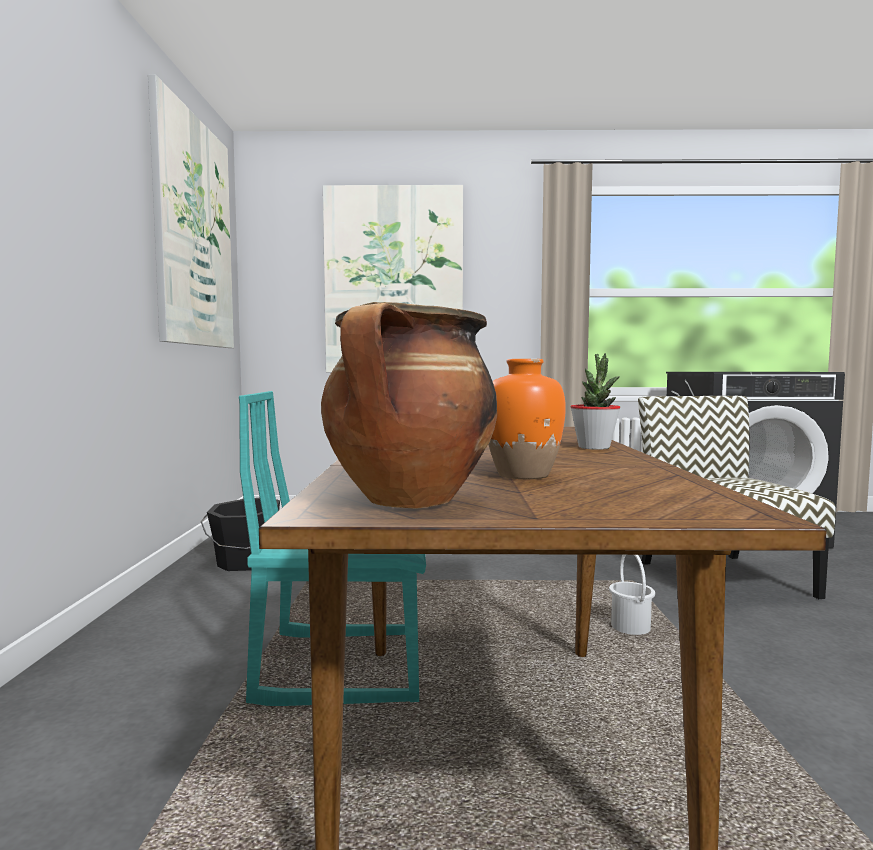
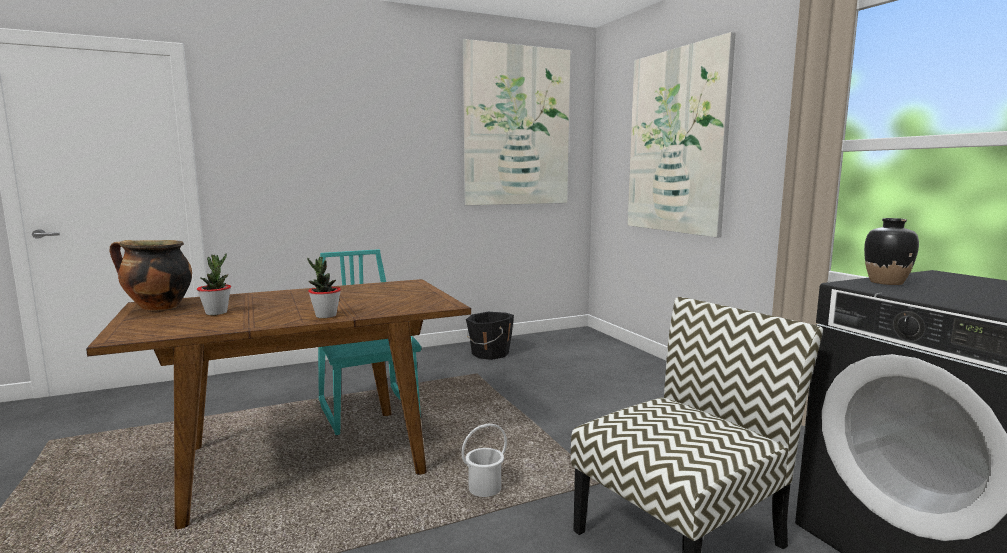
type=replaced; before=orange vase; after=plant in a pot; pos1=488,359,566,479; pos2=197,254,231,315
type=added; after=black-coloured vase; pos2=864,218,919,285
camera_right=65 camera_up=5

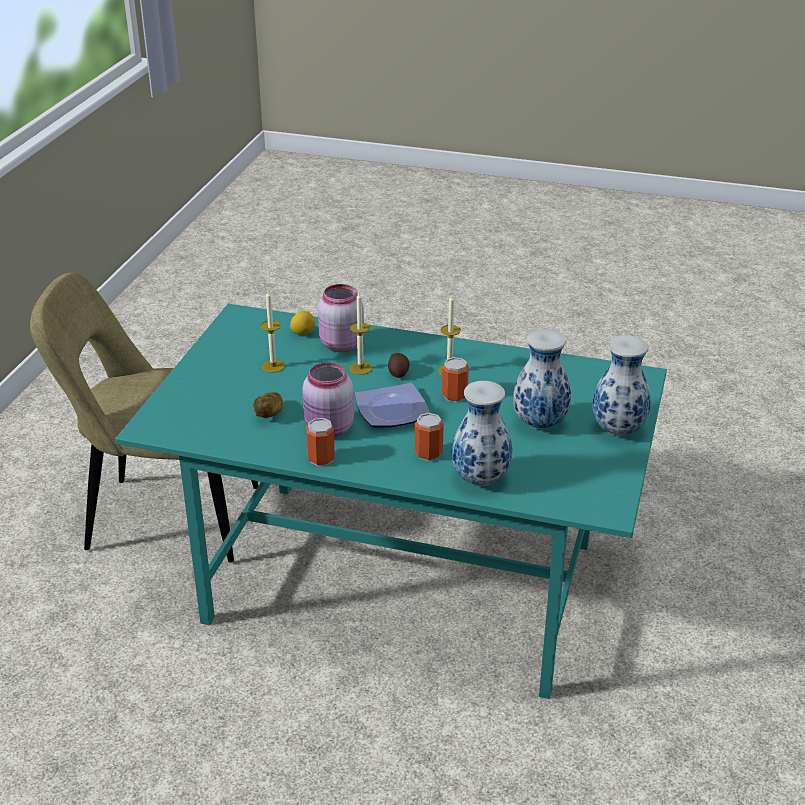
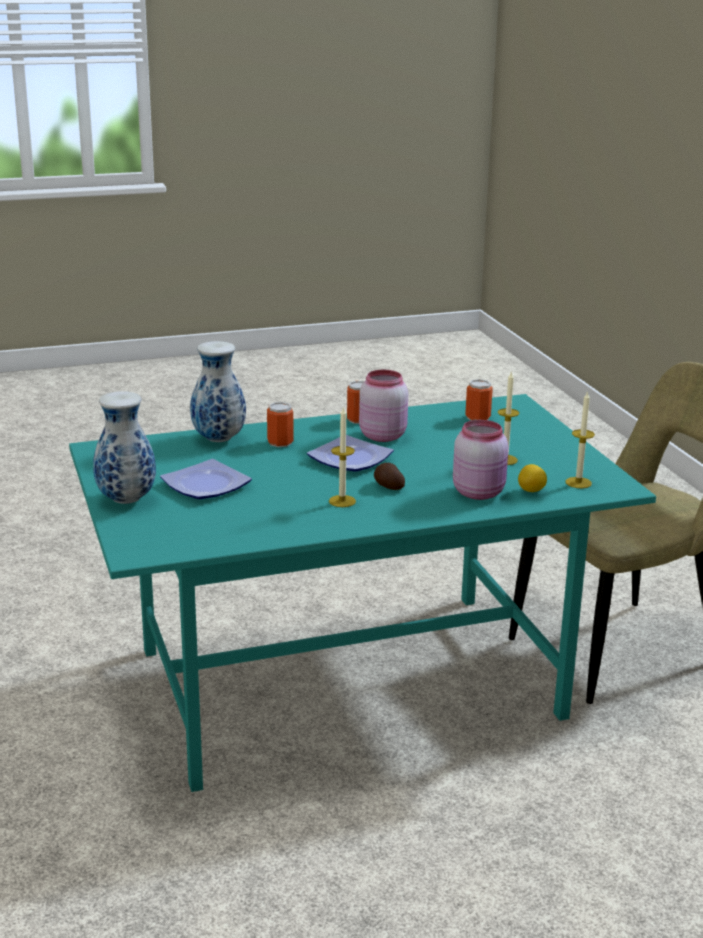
type=moved; before=candle; pos1=349,293,372,375; pos2=565,391,595,488
type=replaced; before=vase; after=dinner plate; pos1=513,329,571,429; pos2=160,459,252,499
type=moved; before=can; pos1=442,357,469,402; pos2=465,379,493,421
type=removed; before=potato; pos1=253,392,283,418
camera_right=145 camera_up=-10

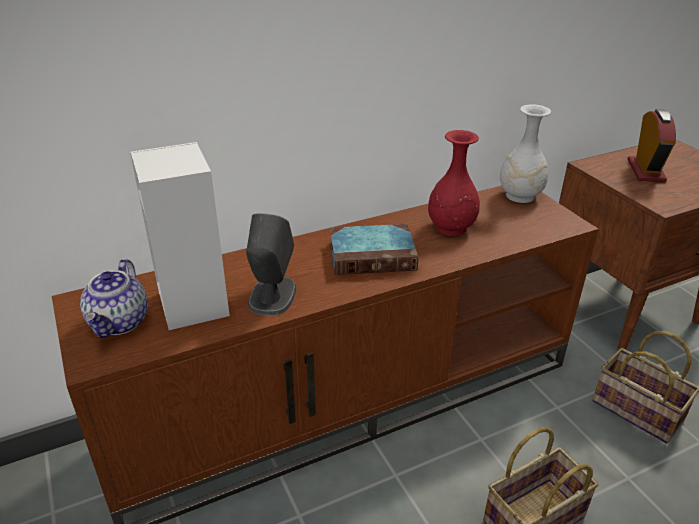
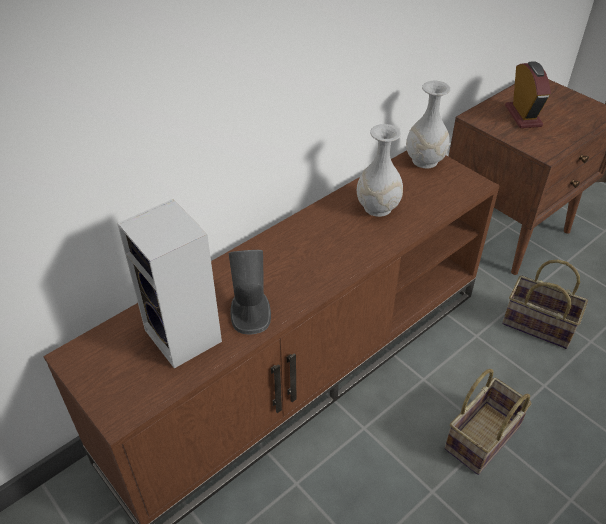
type=recoloured; before=red vase; after=white vase; pos1=428,130,480,236; pos2=357,124,403,217
type=removed; before=book; pos1=330,224,419,275
type=removed; before=teapot; pos1=80,259,148,338
camera_right=-15 camera_up=10

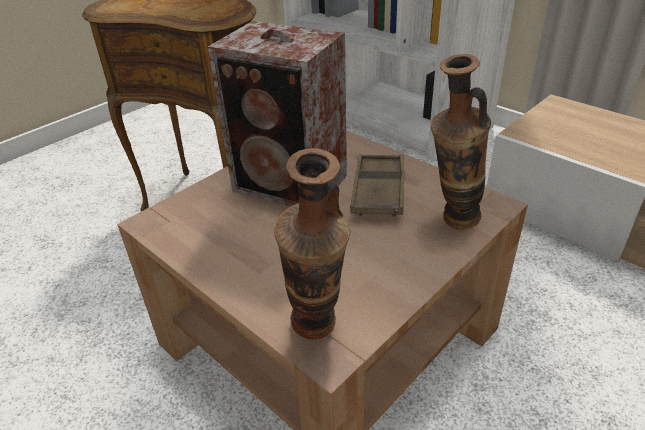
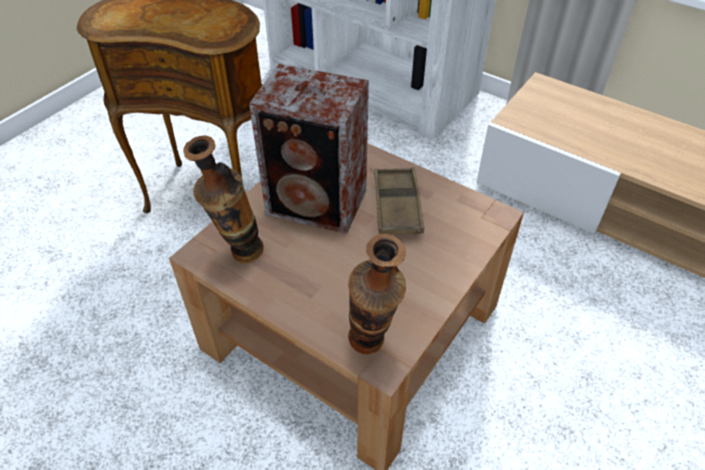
type=moved; before=vase; pos1=431,54,491,230; pos2=183,135,264,263
camera_right=-10 camera_up=10

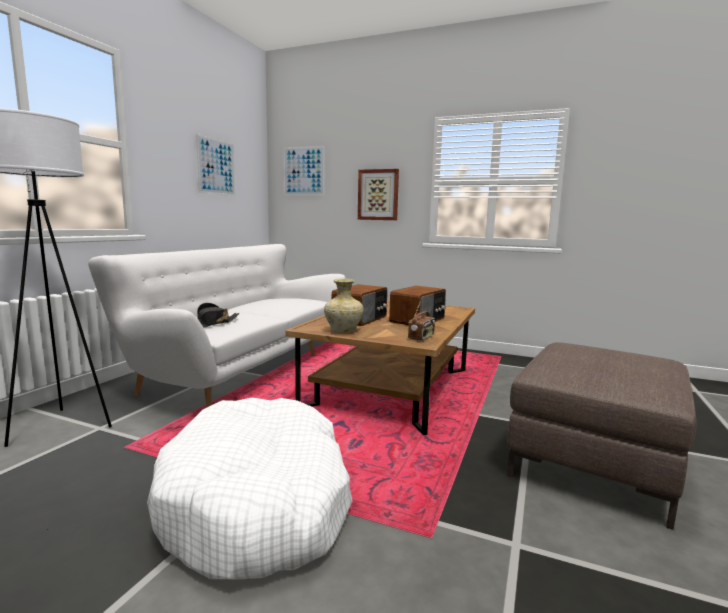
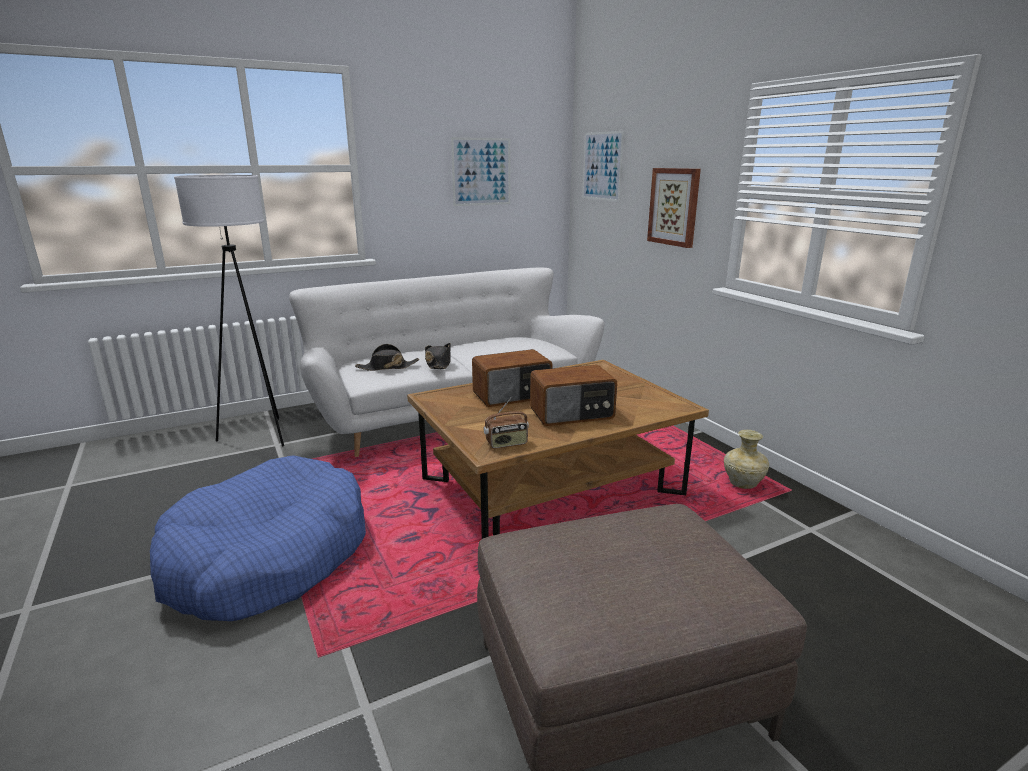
type=moved; before=beige-coloured vase; pos1=324,278,364,333; pos2=724,430,769,489
type=recoloured; before=white dog cushion; after=bluish dog cushion; pos1=147,398,353,580; pos2=150,455,366,621
type=added; after=black-coloured clothing hat; pos2=425,343,451,369
camera_right=40 camera_up=10

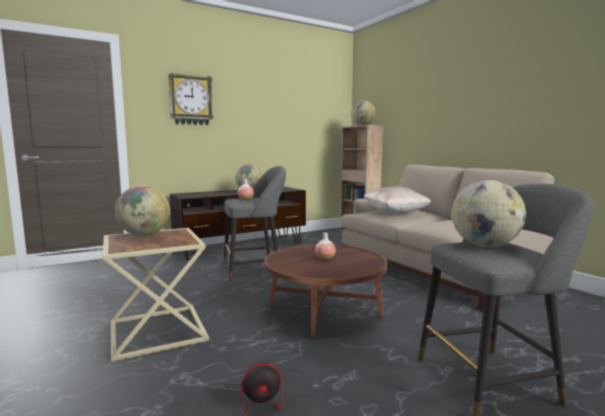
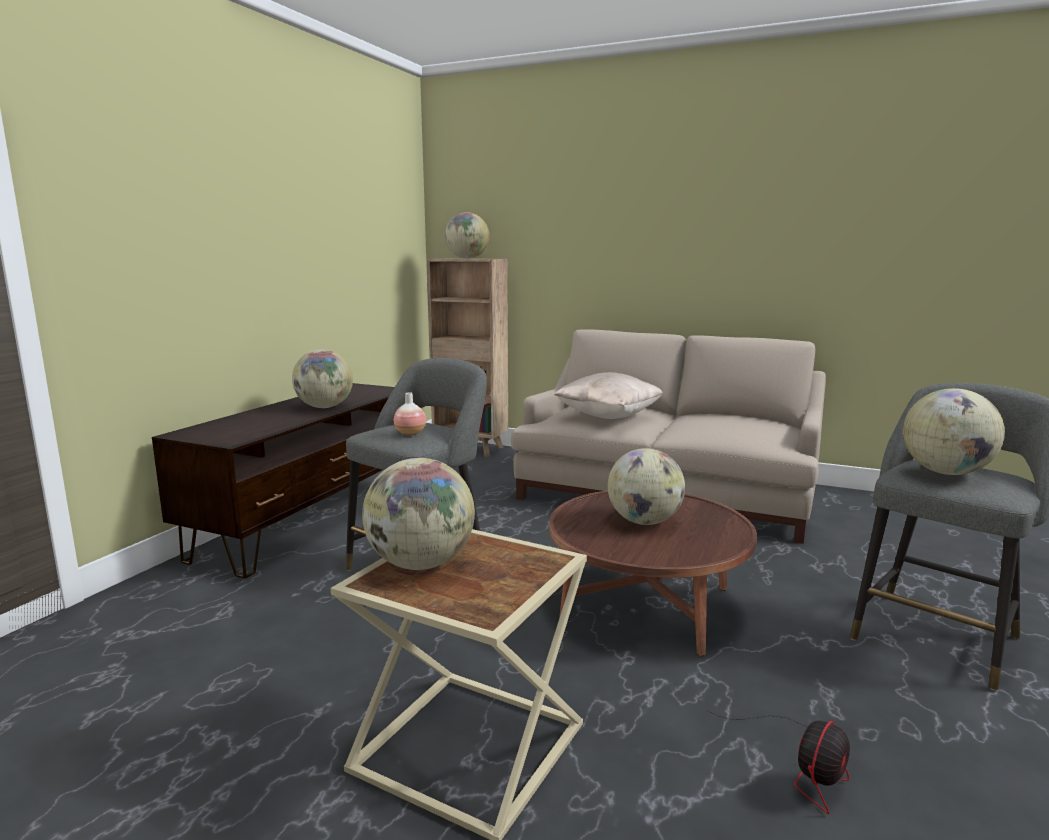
type=removed; before=clock on the wall; pos1=168,73,214,125
type=replaced; before=vase; after=desk globe; pos1=315,232,336,260; pos2=608,448,685,525
camera_right=-35 camera_up=5

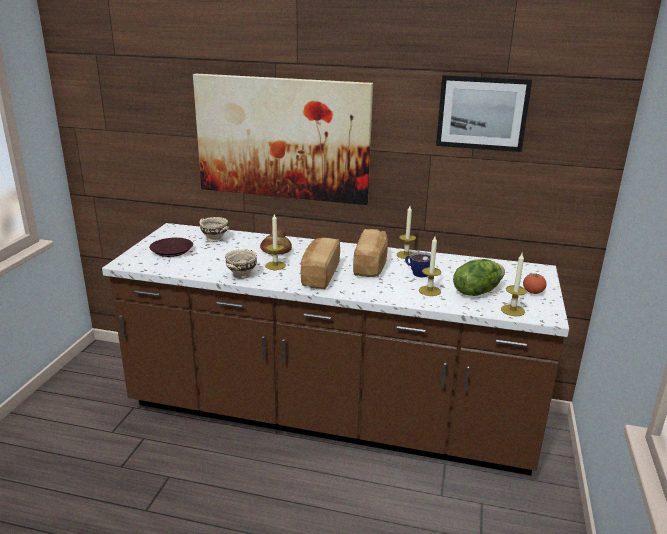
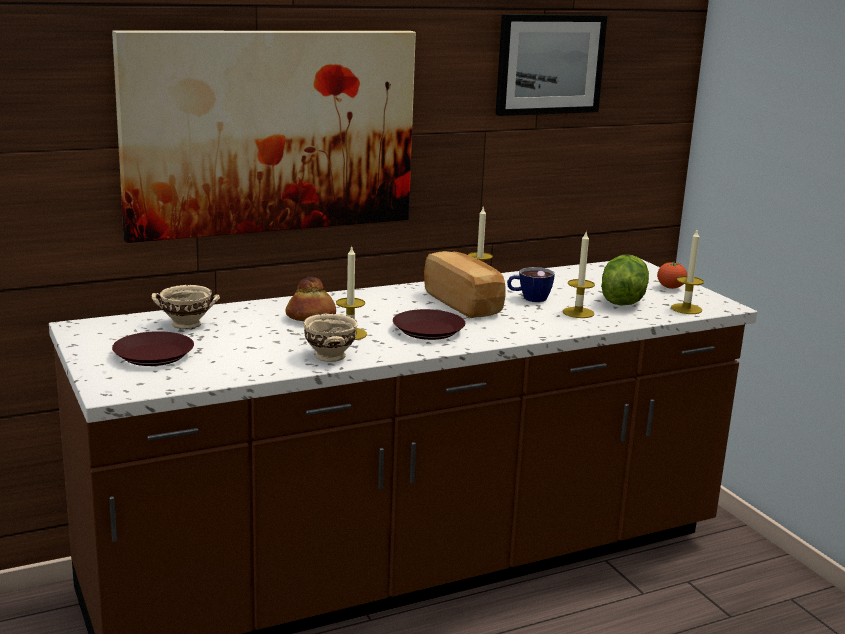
type=replaced; before=bread; after=brown dinner plate; pos1=301,238,340,290; pos2=393,309,465,340
camera_right=-40 camera_up=-5

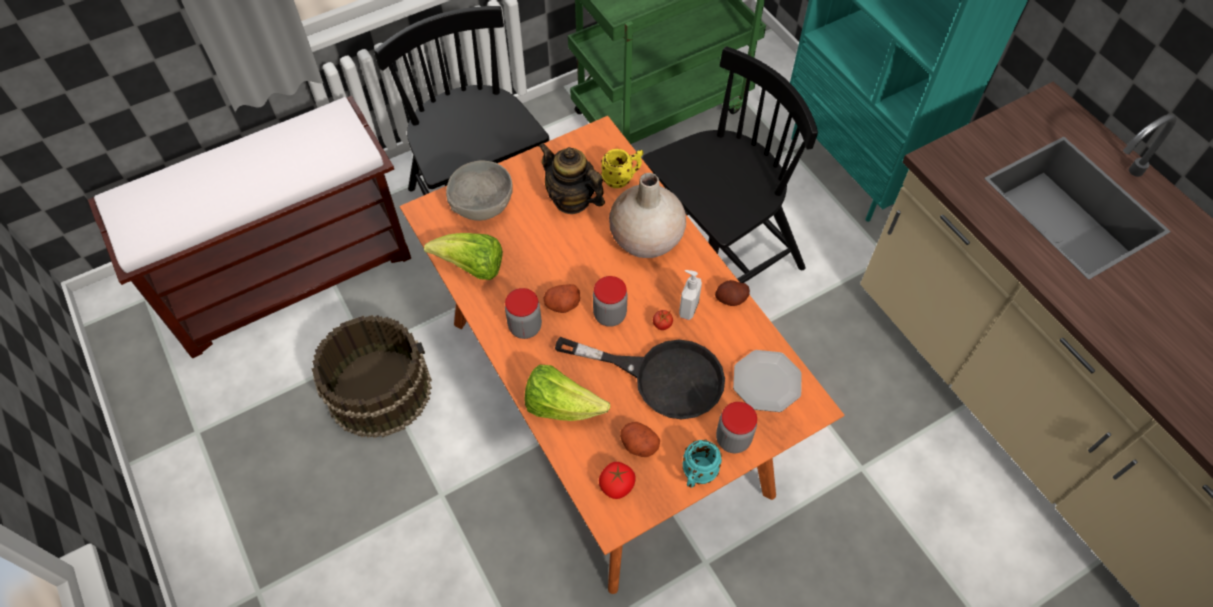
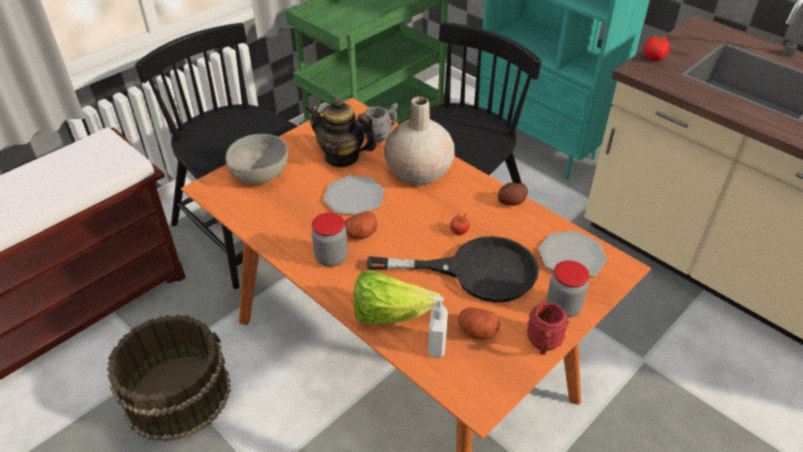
type=recoloured; before=yellowish coffee mug; after=grey coffee mug; pos1=601,149,643,188; pos2=363,103,398,143
type=removed; before=lettuce; pos1=424,233,503,280
type=moved; before=liquid soap bottle; pos1=679,270,702,320; pos2=428,296,448,358
type=removed; before=preserve jar; pos1=593,276,627,327
type=recoloured; before=blue-green coffee mug; after=red coffee mug; pos1=682,439,722,488; pos2=527,302,569,355
type=moved; before=whole tomato; pos1=599,462,636,499; pos2=644,36,670,61
type=added; after=dinner plate; pos2=323,176,385,215
camera_right=-15 camera_up=-15

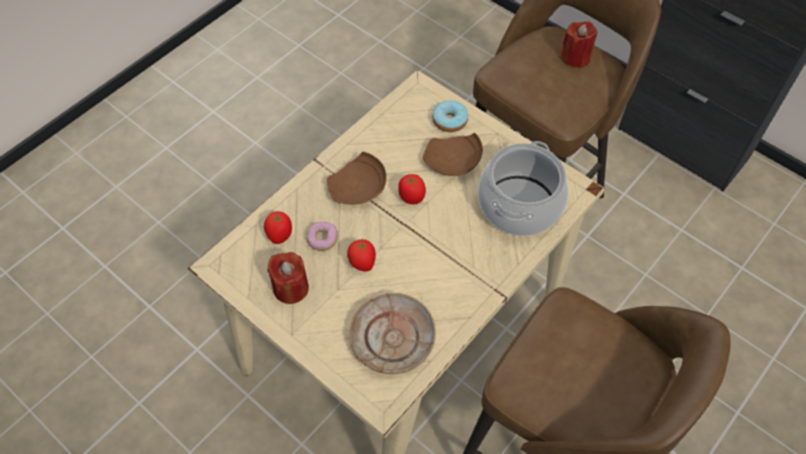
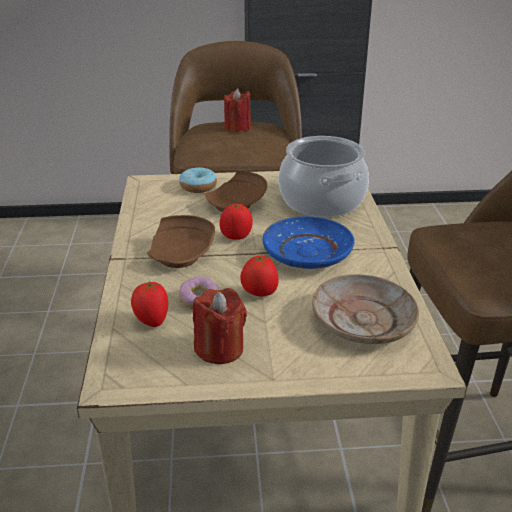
type=added; after=bluish dinner plate; pos2=263,216,355,269
camera_right=-45 camera_up=-25

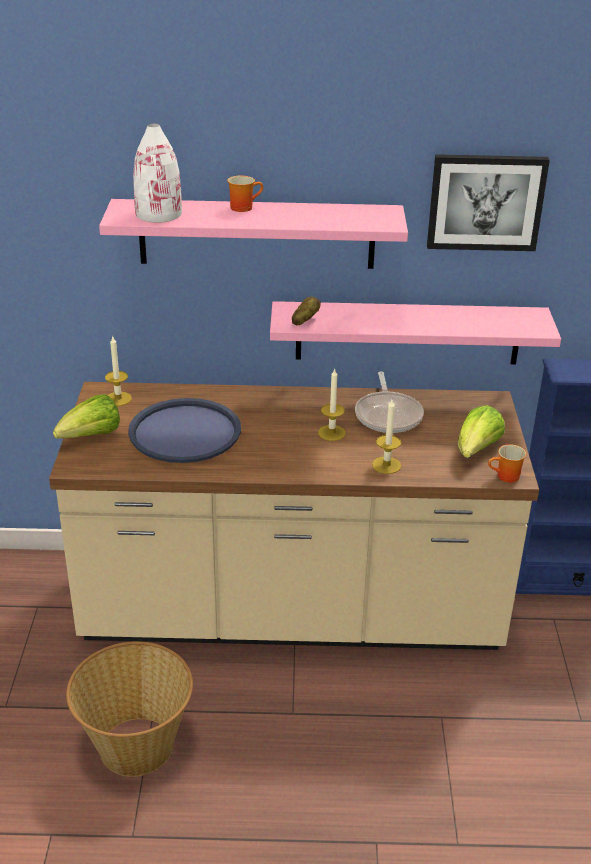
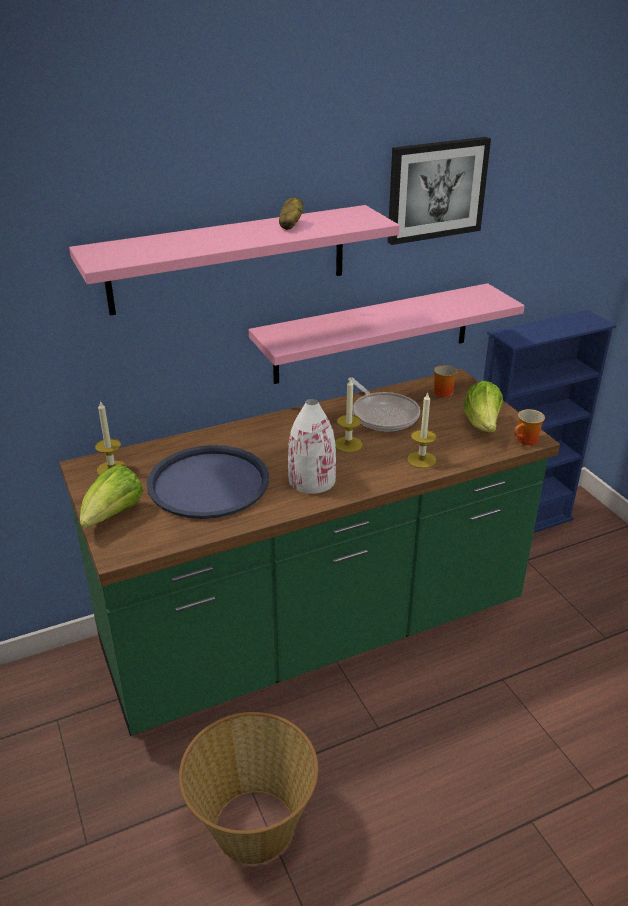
type=moved; before=white vase; pos1=133,124,182,223; pos2=288,399,336,494
type=moved; before=coffee mug; pos1=227,176,263,212; pos2=433,365,458,397
type=moved; before=potato; pos1=292,297,321,325; pos2=279,197,303,230
type=recoloured; before=beige-coloured kitchen counter; after=green-coloured kitchen counter; pos1=49,382,539,650; pos2=60,369,560,736
camera_right=-25 camera_up=0

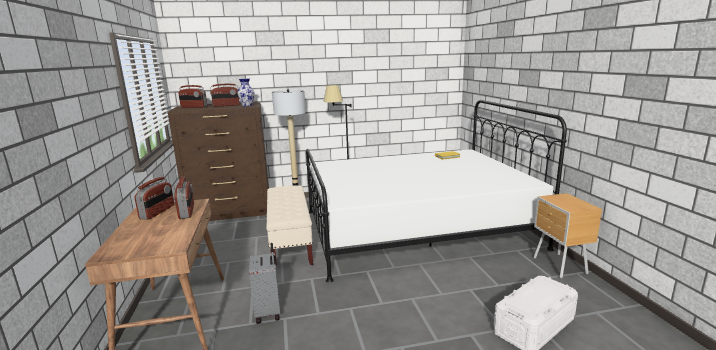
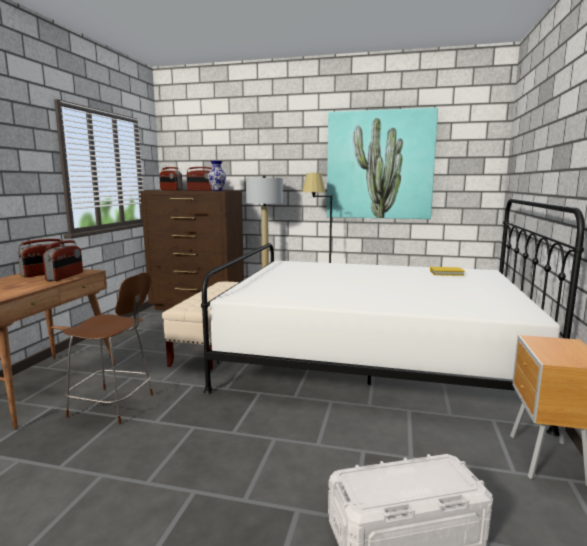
type=replaced; before=grey piece of luggage; after=brown sitting stool; pos1=249,243,280,324; pos2=63,272,153,424
type=added; after=wall picture; pos2=327,108,438,219
camera_right=25 camera_up=-5

